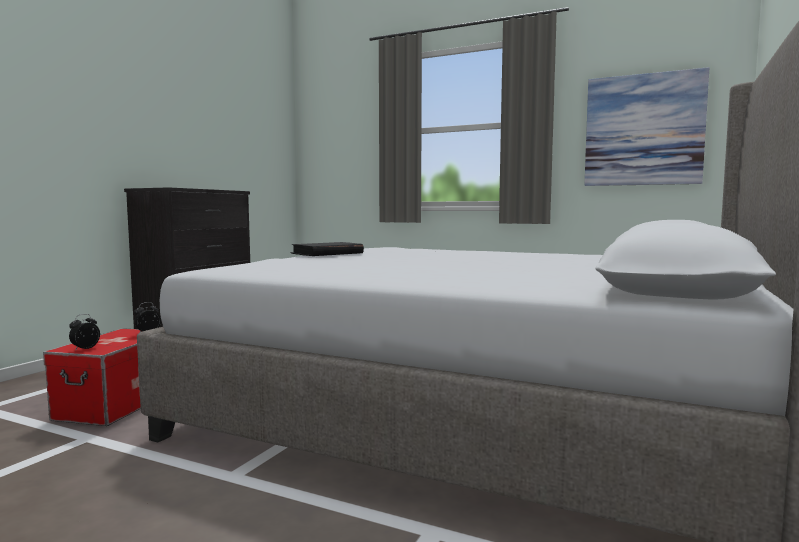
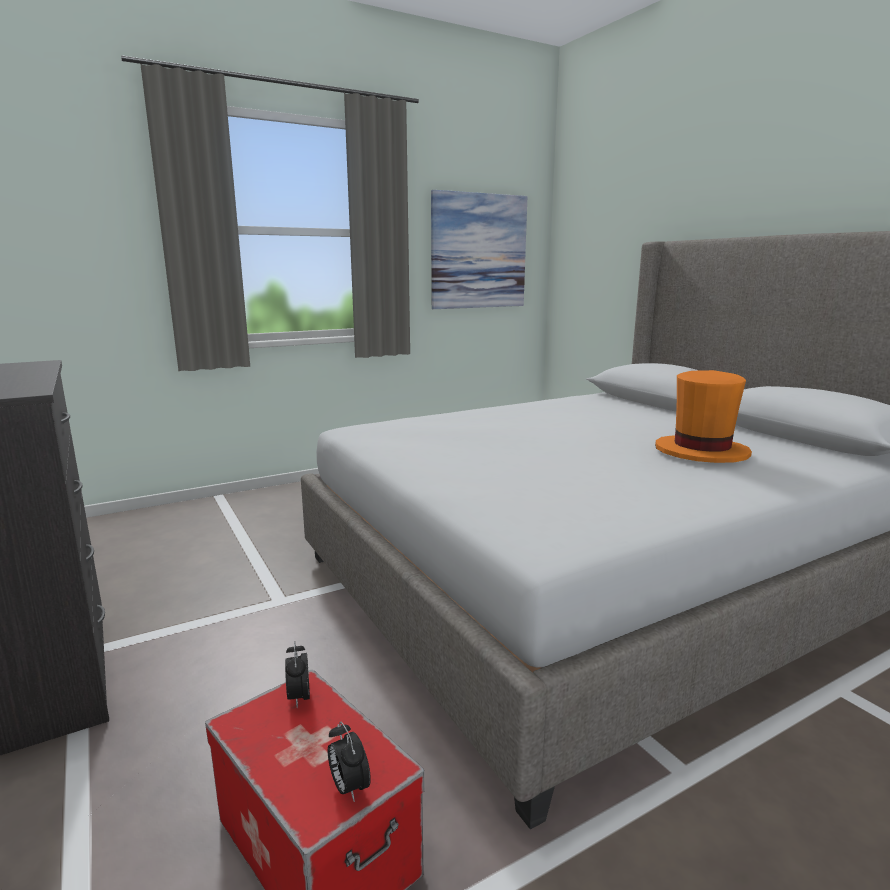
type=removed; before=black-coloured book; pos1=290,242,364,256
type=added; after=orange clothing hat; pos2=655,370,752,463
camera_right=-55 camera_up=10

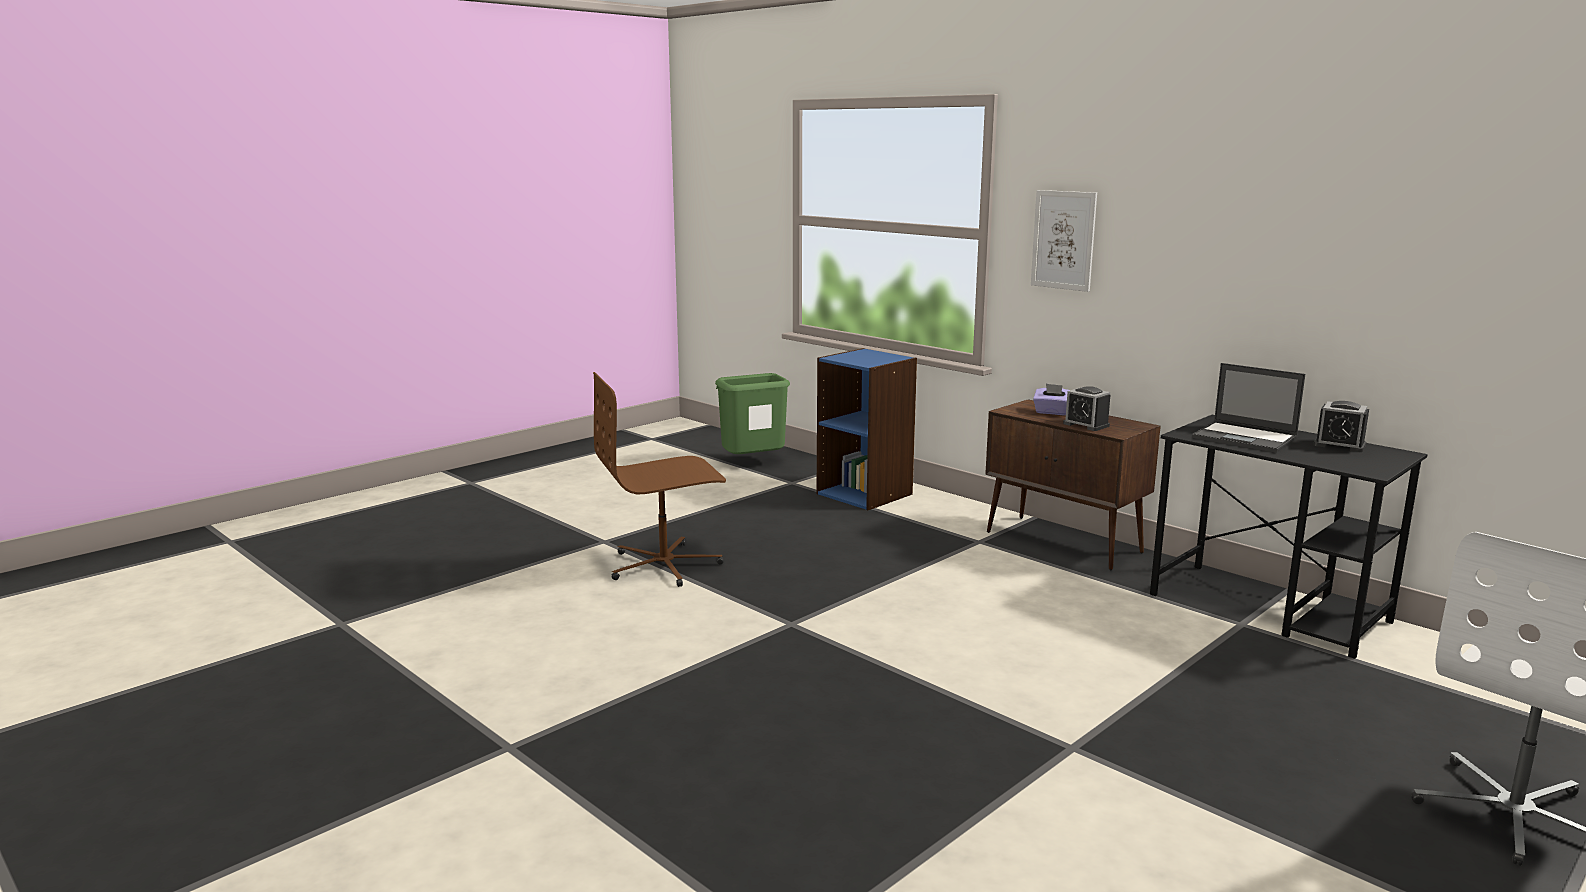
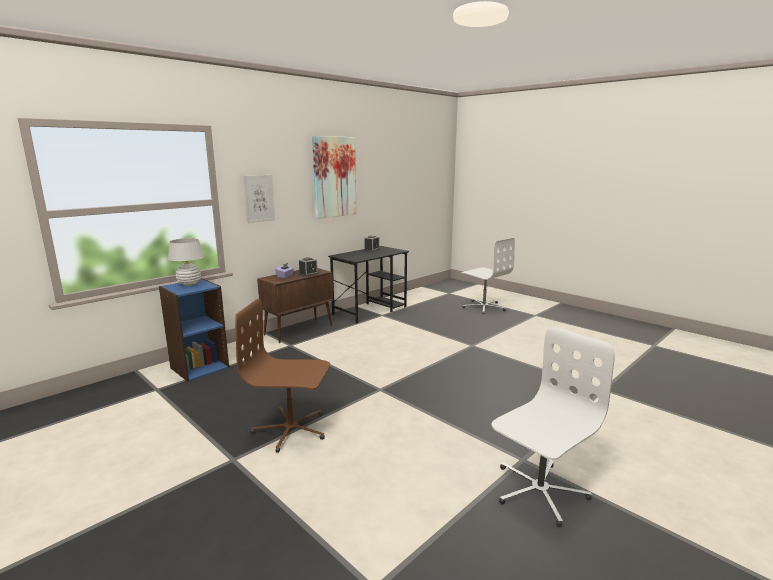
type=removed; before=notebook computer; pos1=1192,363,1305,453
type=turned; before=brown office chair; pos1=593,372,726,587; pos2=235,299,330,453; turn=120
type=removed; before=green-coloured rubbish bin; pos1=715,373,790,454
type=added; after=wall picture; pos2=312,136,357,219
type=added; after=white tabletop lamp; pos2=168,238,204,286
type=added; after=white office chair; pos2=492,327,615,527
camera_right=-90 camera_up=0

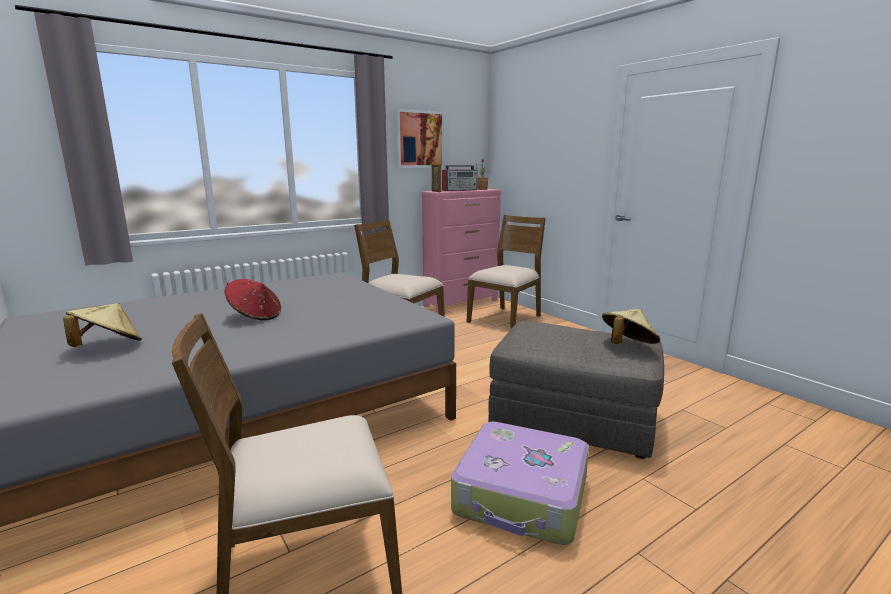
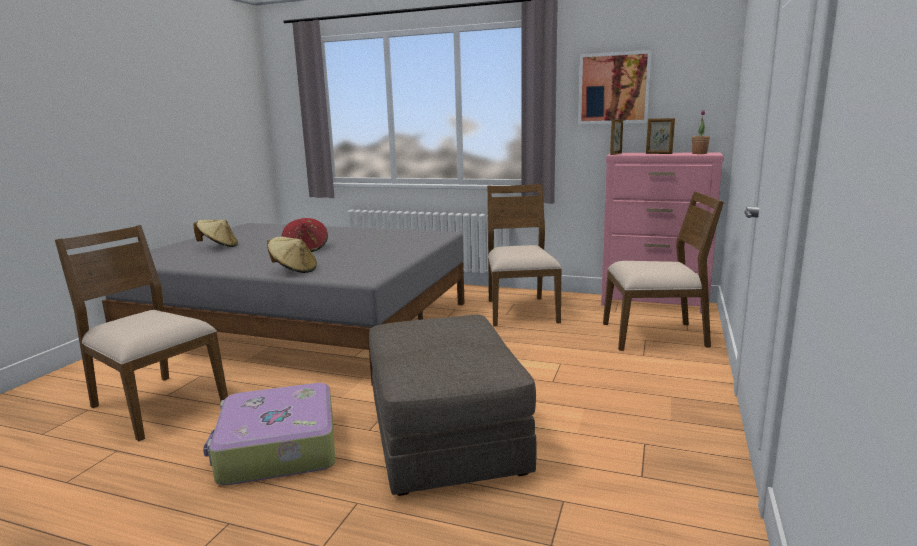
type=replaced; before=radio; after=picture frame; pos1=442,164,478,191; pos2=646,118,675,154
type=moved; before=beige-coloured clothing hat; pos1=602,309,660,344; pos2=267,237,317,273
camera_right=55 camera_up=0

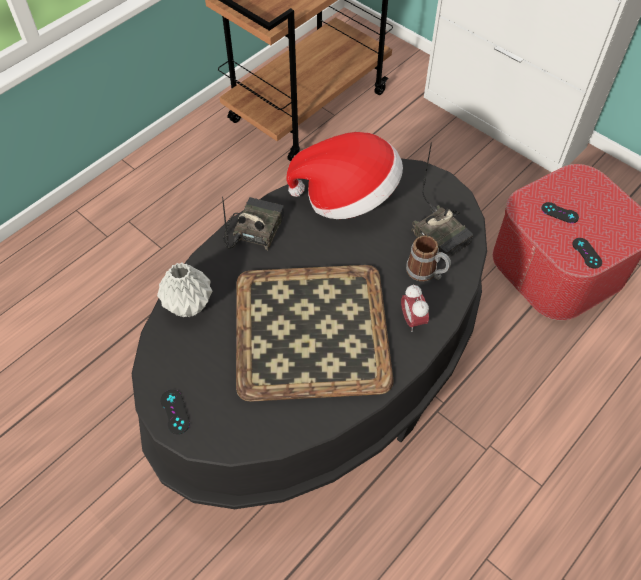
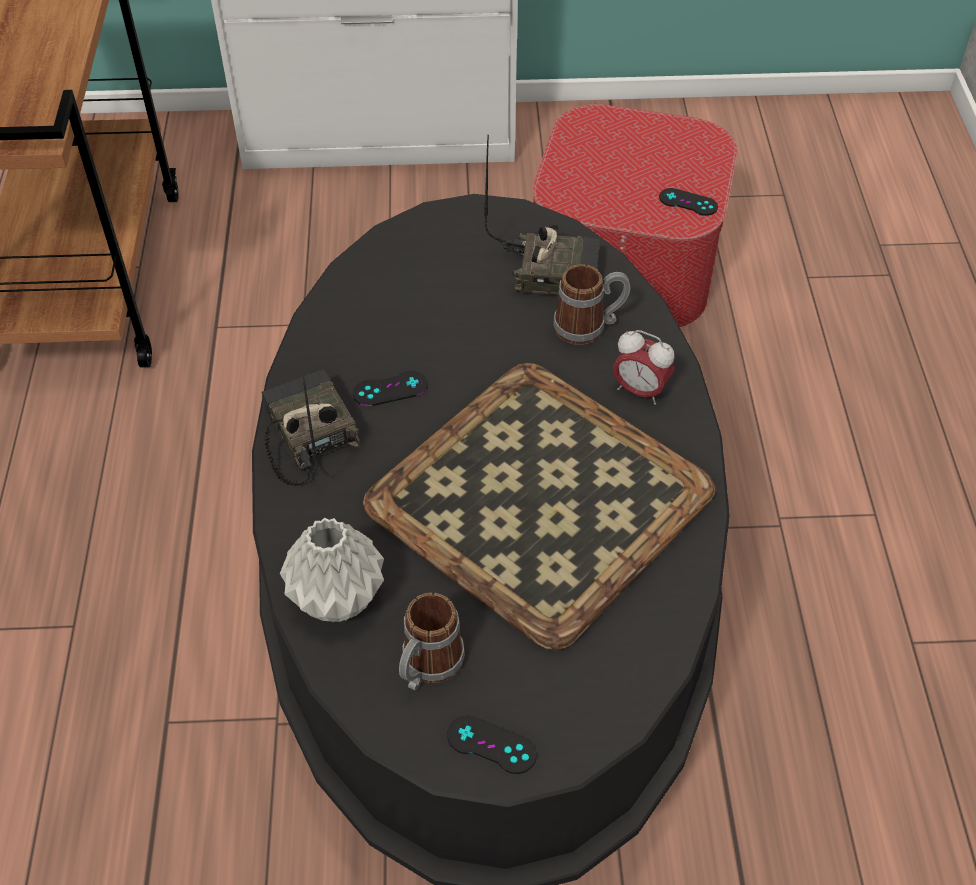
type=removed; before=clothing hat; pos1=286,132,403,219
type=moved; before=black-coloured game controller; pos1=542,202,579,223; pos2=353,371,428,406
type=added; after=coffee mug; pos2=399,593,465,690
camera_right=-45 camera_up=-5

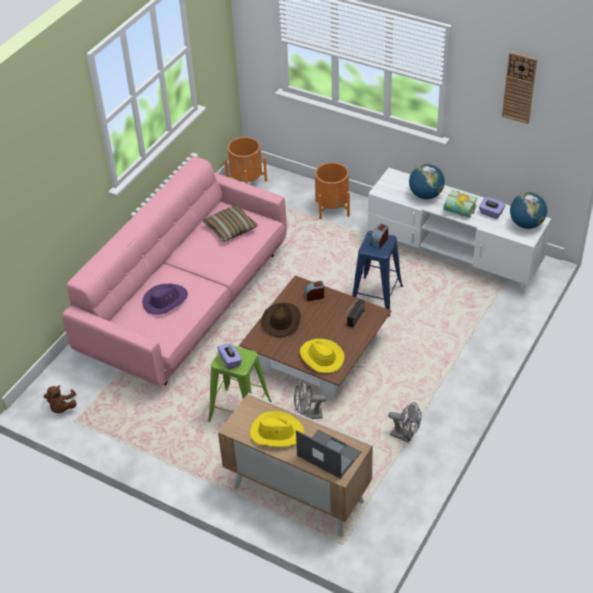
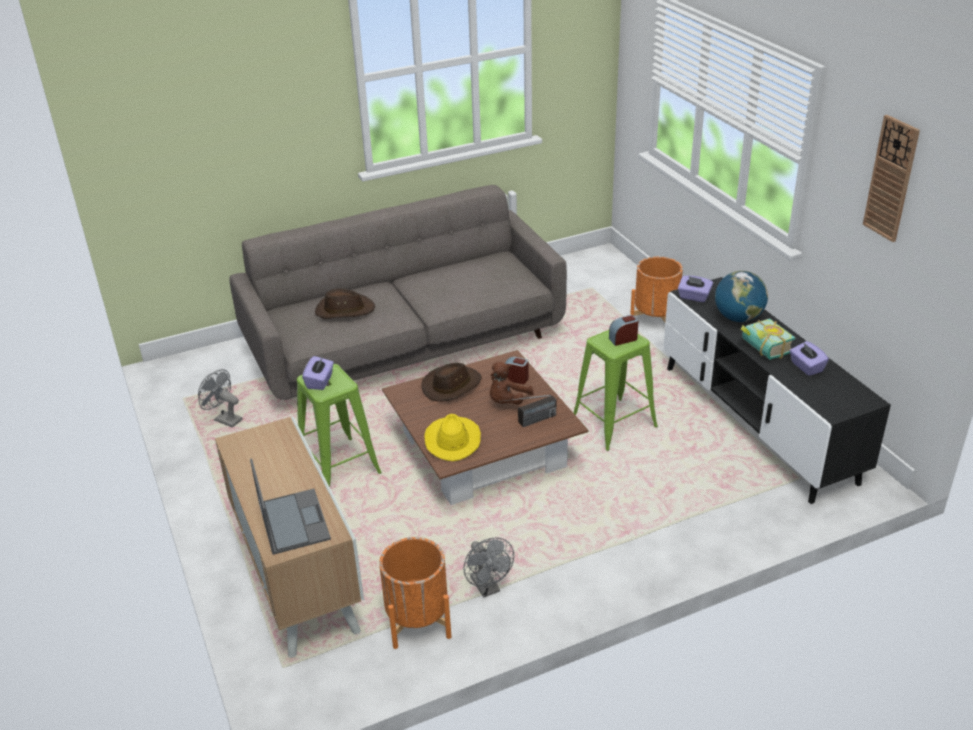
type=moved; before=orange plant pot; pos1=224,137,267,184; pos2=379,537,451,649
type=recoloured; before=pink couch; after=grey couch; pos1=63,157,287,387; pos2=229,185,567,400
type=recoloured; before=white media console; after=black-coloured media console; pos1=368,168,551,294; pos2=663,277,891,504
type=removed; before=desk globe; pos1=510,192,547,229
type=removed; before=cushion; pos1=203,204,258,242
type=recoloured; before=bluish sitting stool; after=green-coloured sitting stool; pos1=352,231,403,317; pos2=574,330,658,451
type=recoloured; before=purple clothing hat; after=brown clothing hat; pos1=142,284,188,315; pos2=315,288,375,319
type=moved; before=grey electric fan; pos1=294,380,327,419; pos2=198,369,243,428
type=moved; before=brown cuddly toy; pos1=44,385,76,413; pos2=490,362,534,405
type=removed; before=yellowish clothing hat; pos1=250,411,304,447
type=added; after=purple tissue holder; pos2=678,275,713,302
camera_right=35 camera_up=-10

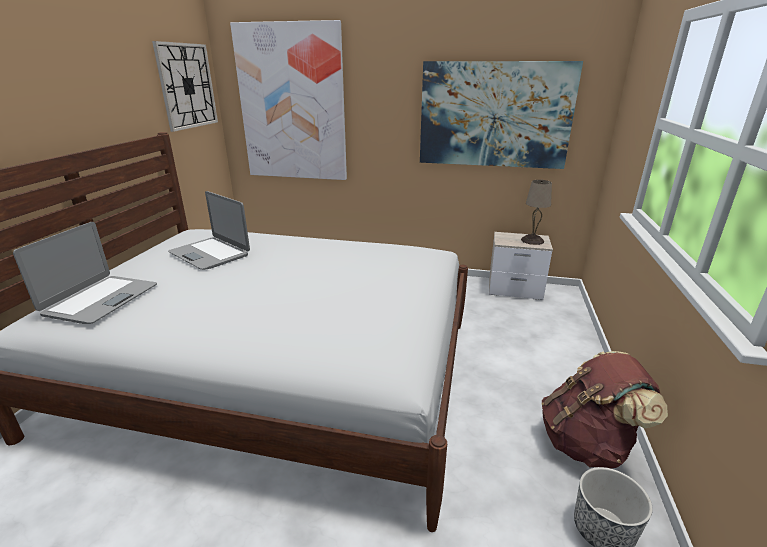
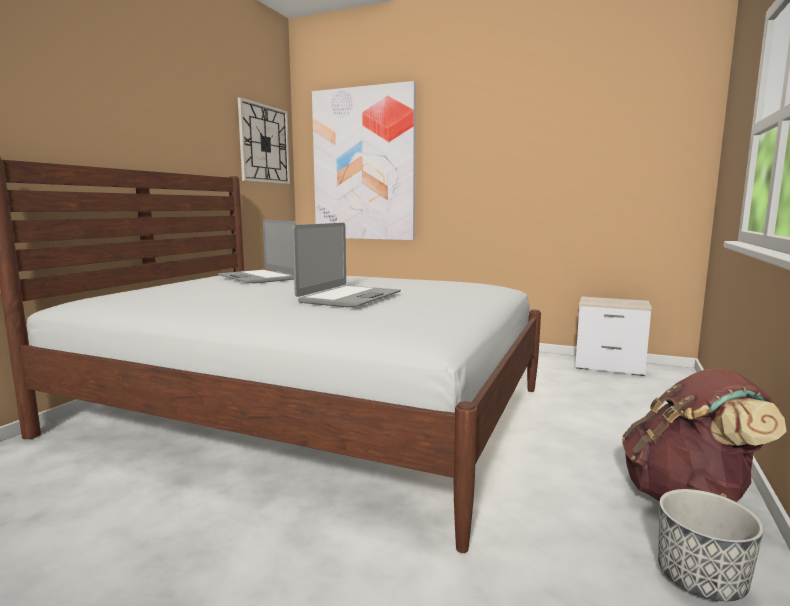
type=removed; before=wall picture; pos1=420,61,583,169
type=removed; before=beige-coloured tabletop lamp; pos1=521,180,552,245
type=moved; before=notebook computer; pos1=13,222,157,324; pos2=292,223,401,307
camera_right=10 camera_up=-15

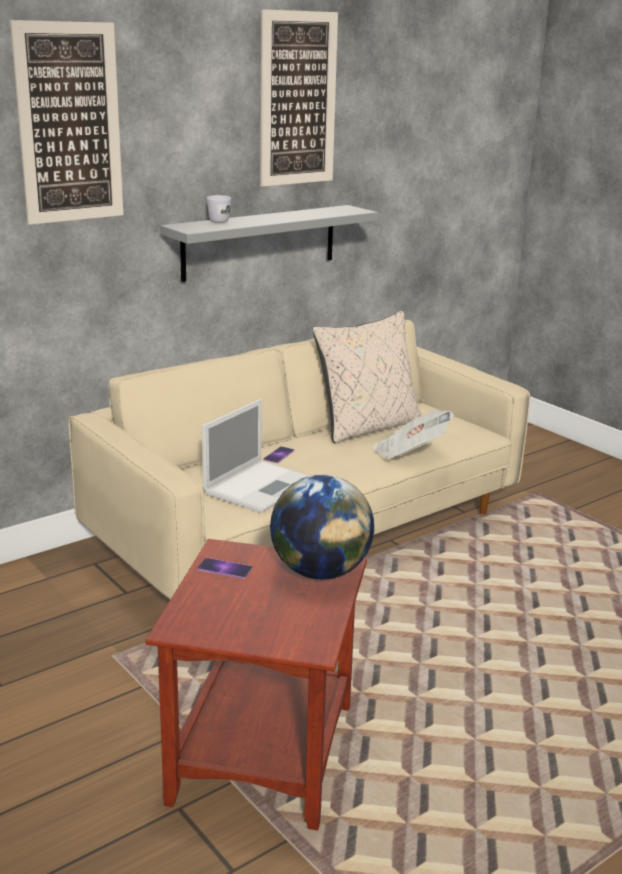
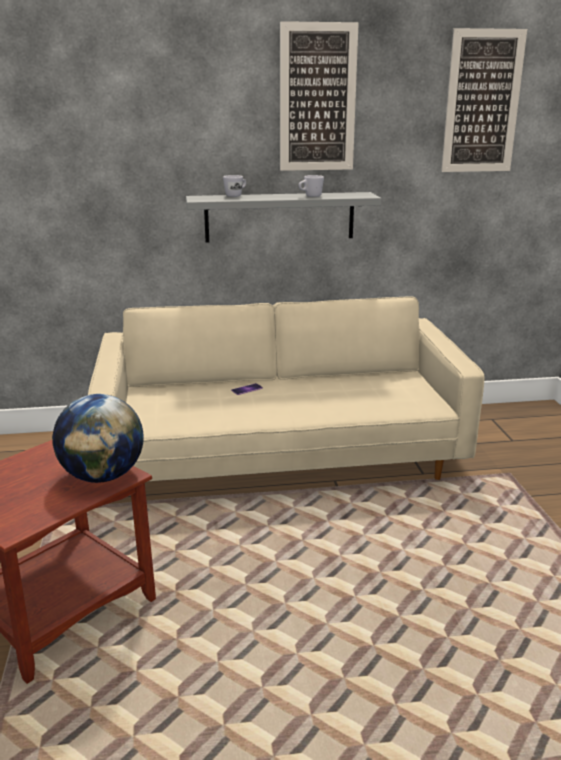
type=moved; before=wall picture; pos1=10,20,123,225; pos2=441,28,527,172
type=removed; before=beige-coloured cushion; pos1=313,311,421,443
type=removed; before=notebook computer; pos1=202,399,310,513
type=removed; before=newspaper; pos1=372,410,454,460
type=removed; before=telephone; pos1=197,558,252,579
type=added; after=white coffee mug; pos2=299,175,324,197
camera_right=30 camera_up=0

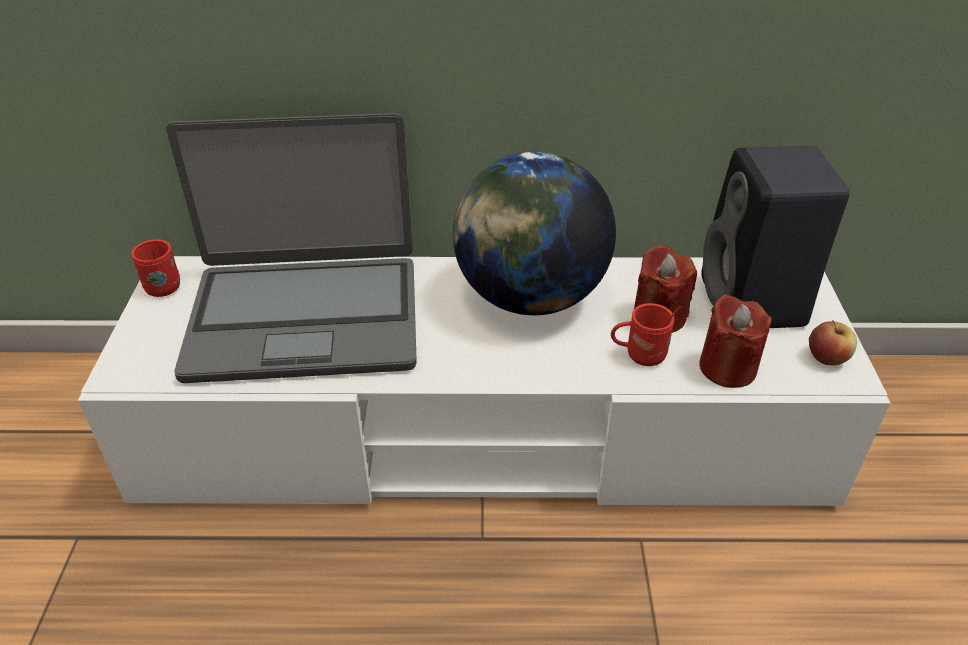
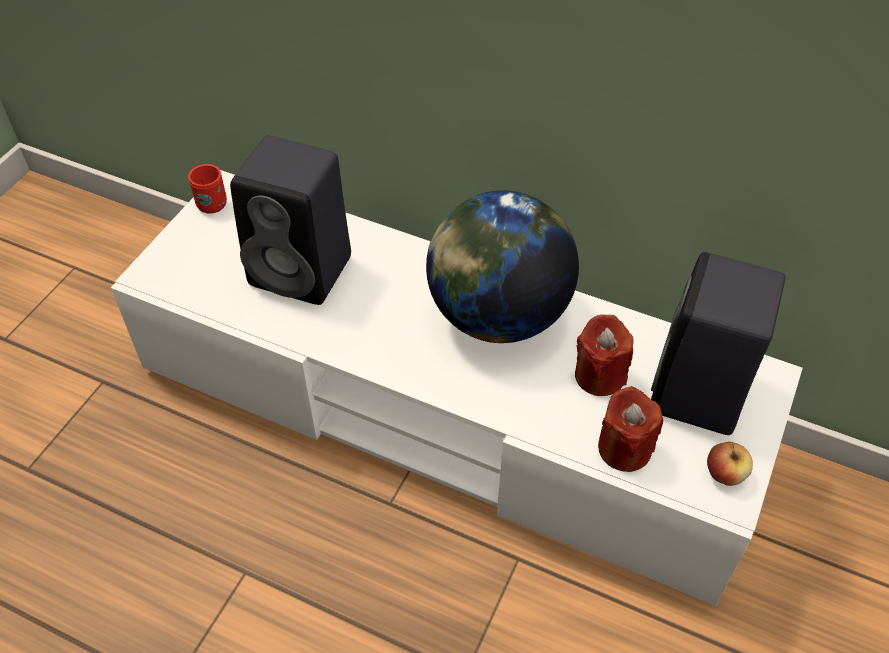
type=replaced; before=notebook computer; after=black-coloured speaker; pos1=167,113,417,383; pos2=230,136,351,305
type=removed; before=red coffee mug; pos1=611,303,681,366
camera_right=25 camera_up=10

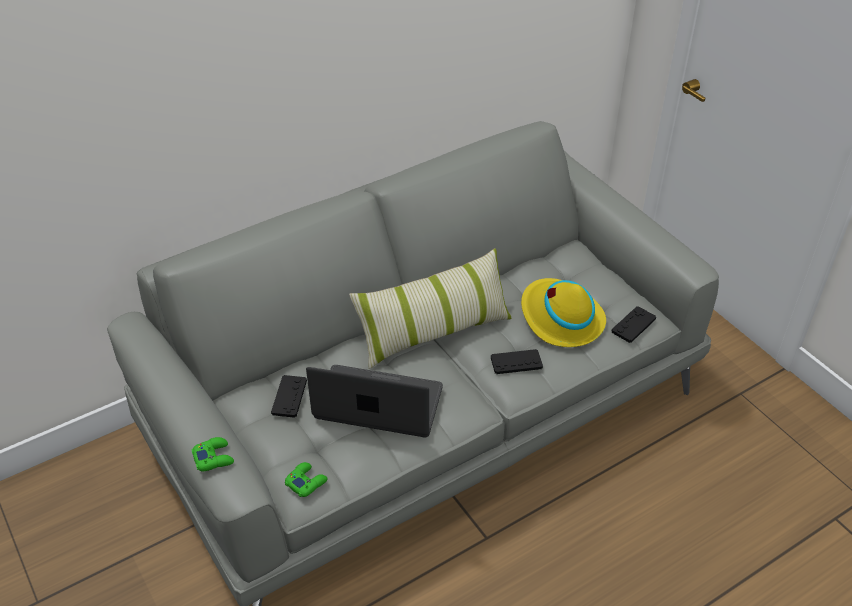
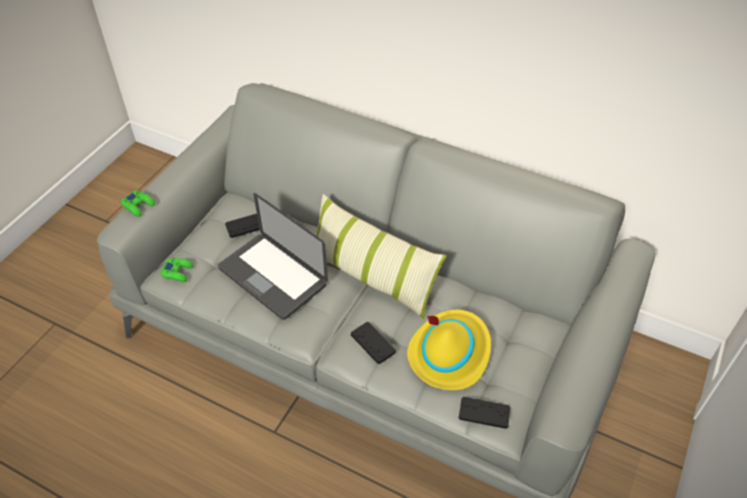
type=turned; before=notebook computer; pos1=306,365,443,438; pos2=218,193,328,320; turn=150
camera_right=60 camera_up=5

